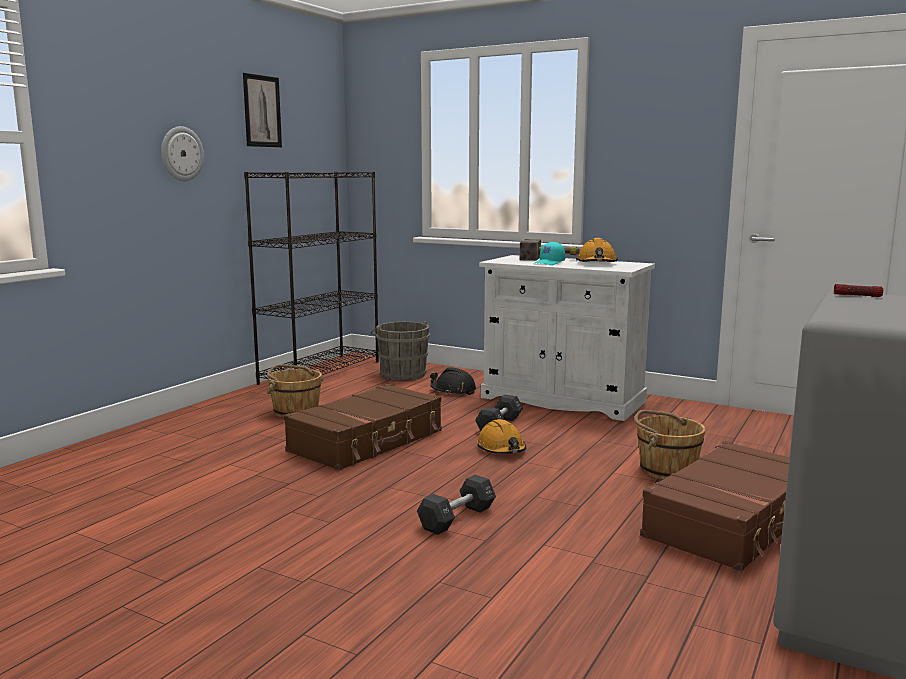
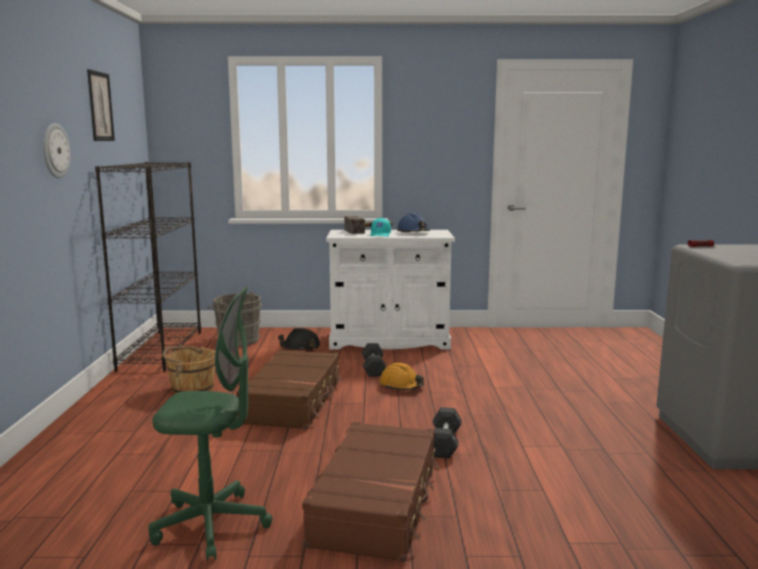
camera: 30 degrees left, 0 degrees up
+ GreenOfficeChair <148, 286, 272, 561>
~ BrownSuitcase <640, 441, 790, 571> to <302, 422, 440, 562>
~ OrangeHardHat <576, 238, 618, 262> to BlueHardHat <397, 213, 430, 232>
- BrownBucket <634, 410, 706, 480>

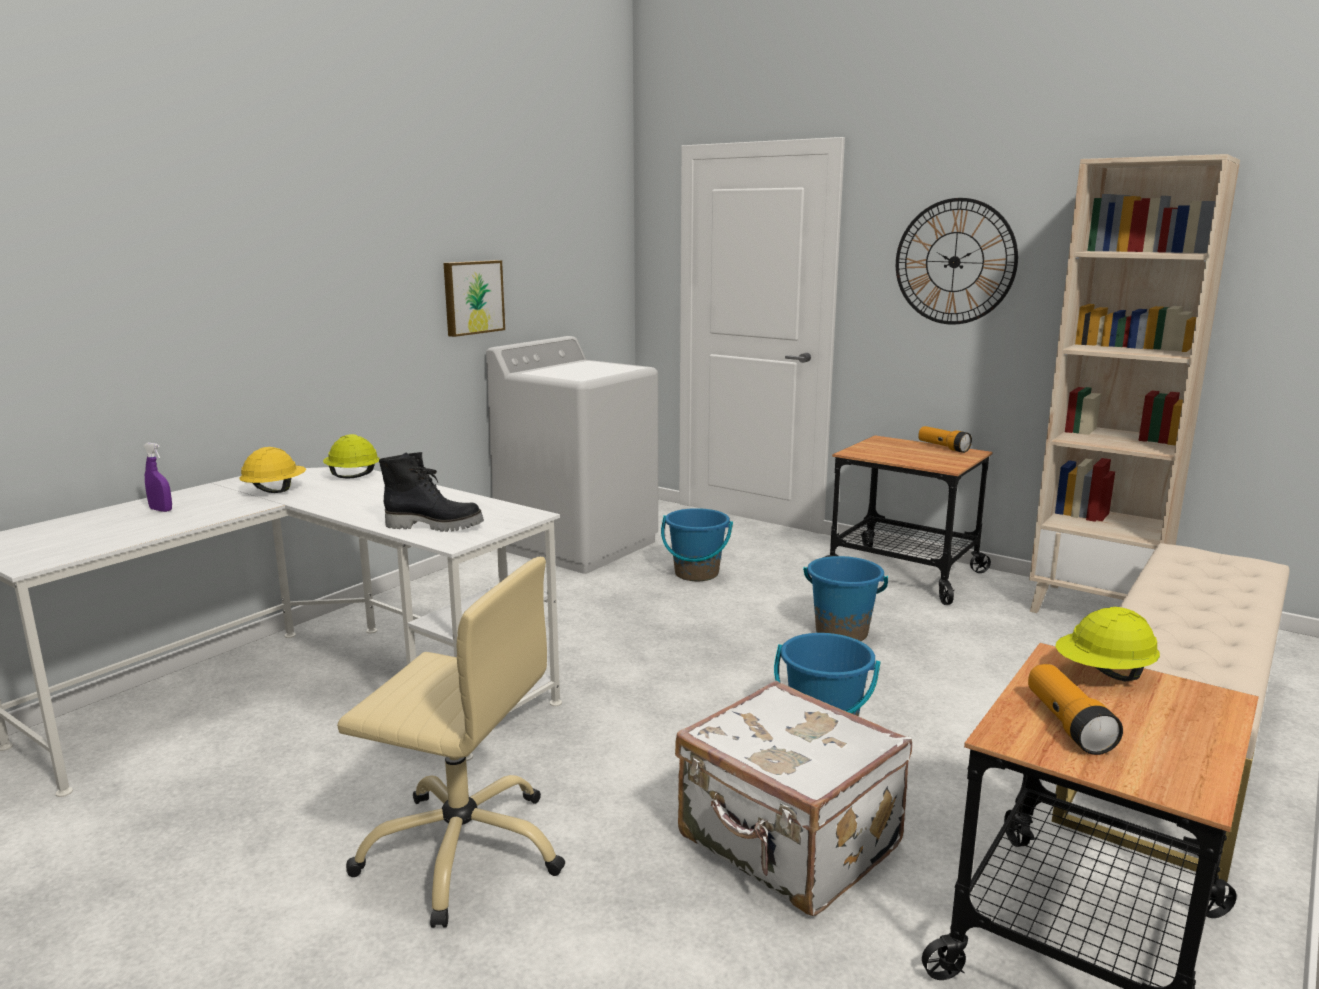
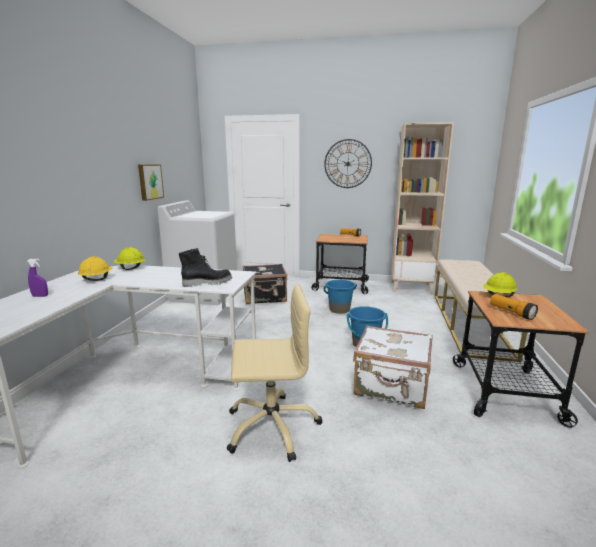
camera: 25 degrees left, 0 degrees up
~ BlueBucket <661, 508, 733, 581> to BlackSuitcase <243, 264, 287, 304>

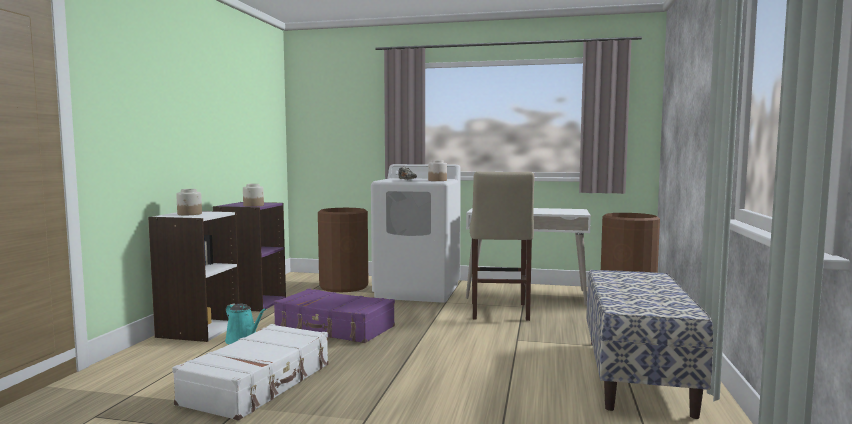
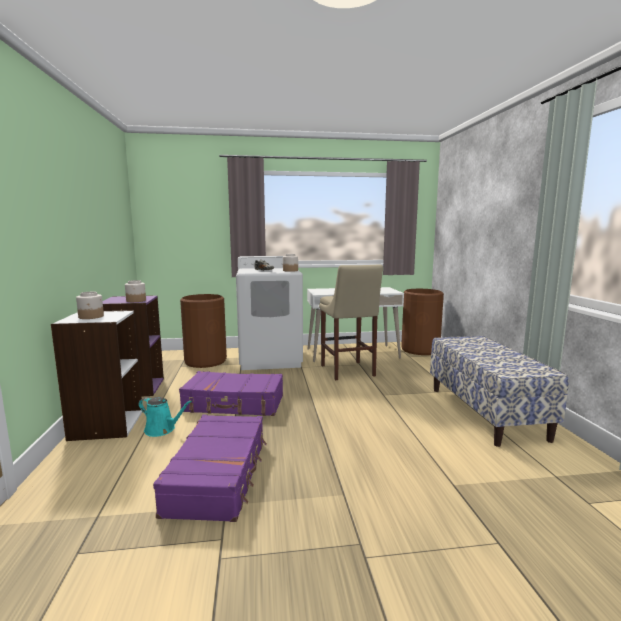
camera: 20 degrees left, 5 degrees up
~ WhiteSuitcase <172, 324, 329, 421> to PurpleSuitcase <153, 415, 267, 522>

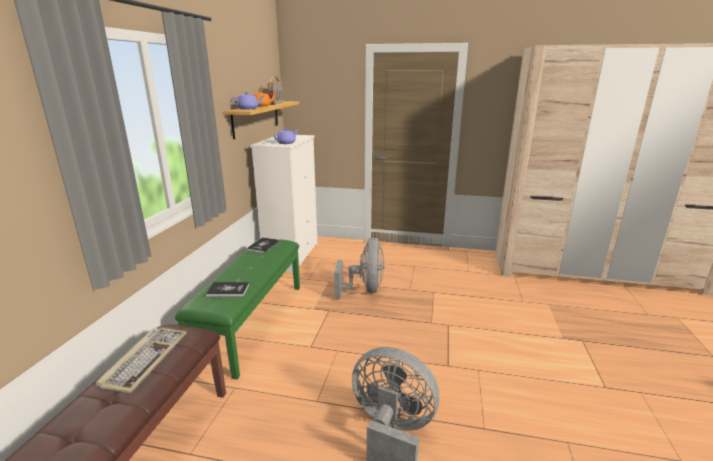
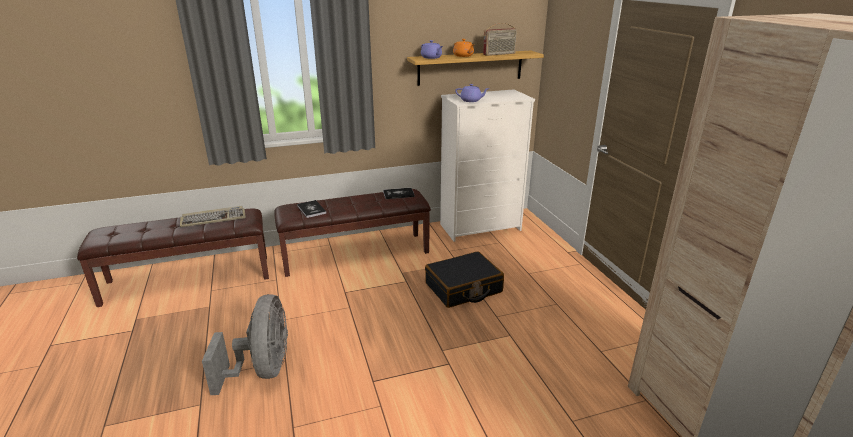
camera: 60 degrees right, 5 degrees up
~ GreenBench <175, 239, 300, 379> to BrownBench <274, 189, 431, 277>
~ GreyFan <334, 238, 385, 299> to BlackSuitcase <425, 251, 504, 308>

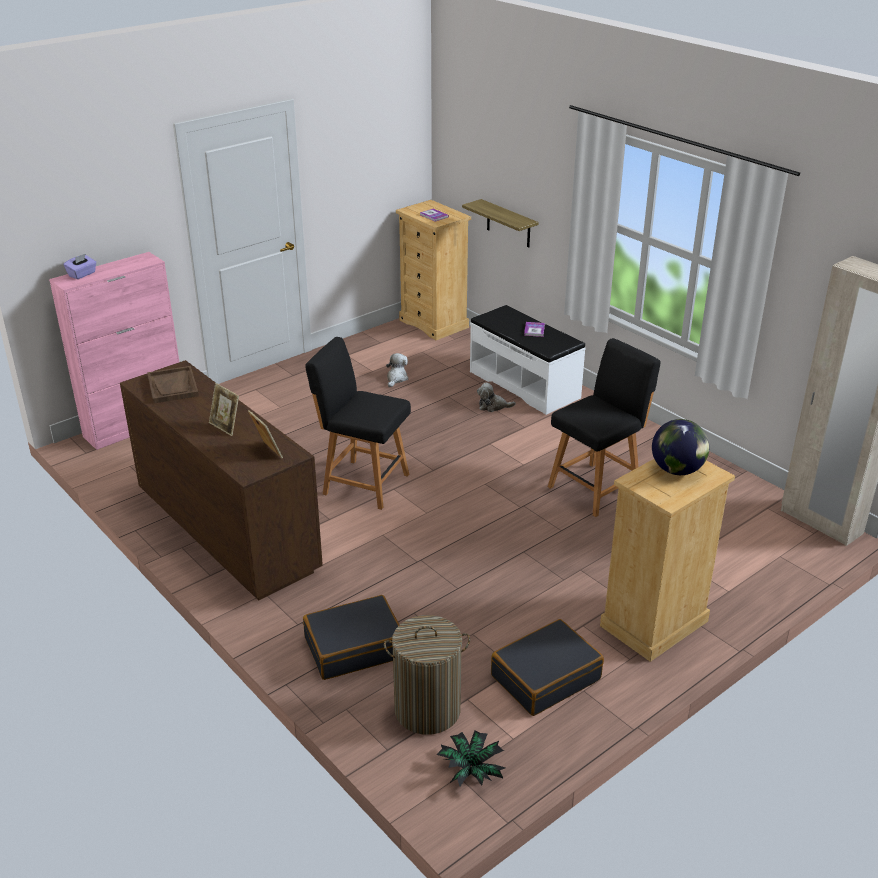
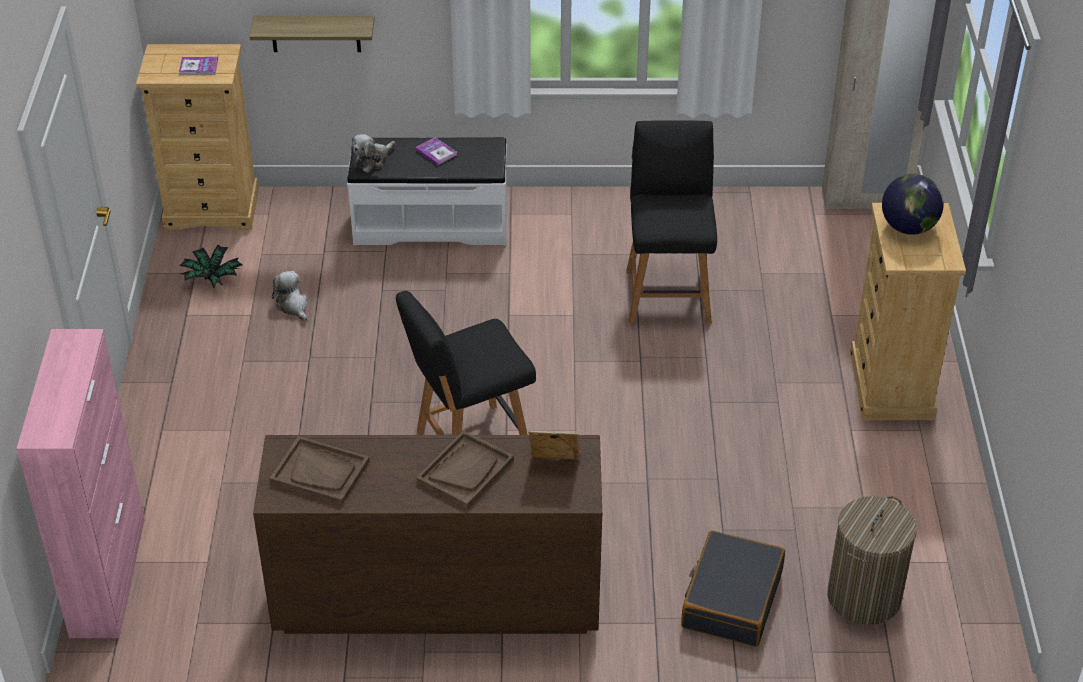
camera: 50 degrees left, 10 degrees up
~ PottedPlant <436, 731, 506, 787> to <180, 245, 242, 288>
~ PlushToy <477, 383, 516, 412> to <352, 134, 395, 173>
~ PictureFrame <209, 383, 239, 436> to BrownTray <416, 430, 514, 509>
- PurpleTissueBox <63, 254, 96, 279>
- BlackSuitcase <491, 619, 604, 716>

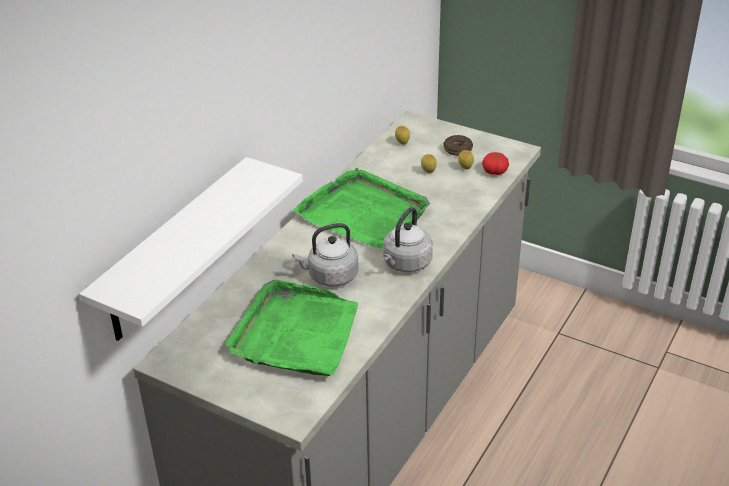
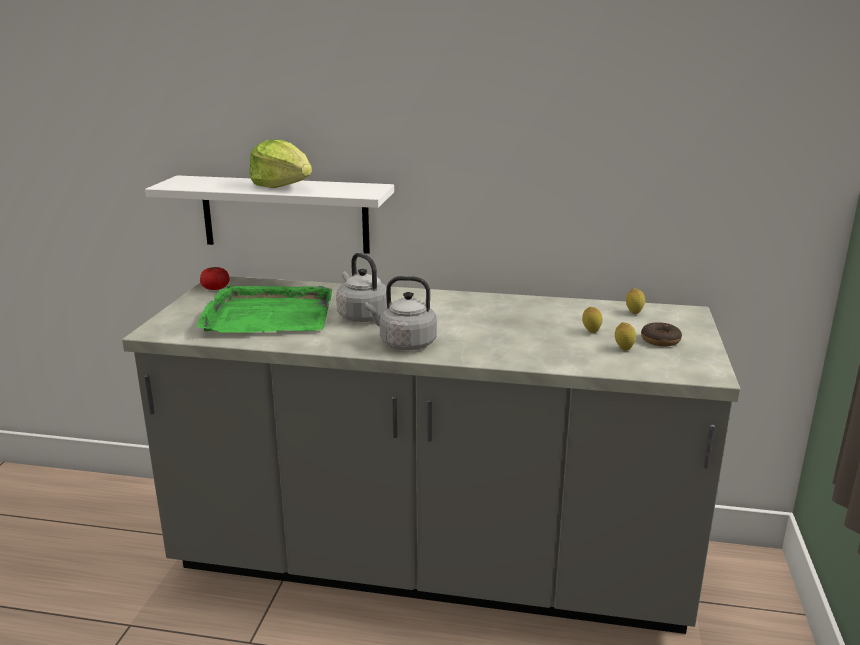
camera: 70 degrees right, 15 degrees down
~ Tomato <482, 152, 509, 175> to <200, 267, 230, 290>
+ Lettuce <250, 140, 312, 188>
- GreenTray <293, 168, 430, 249>

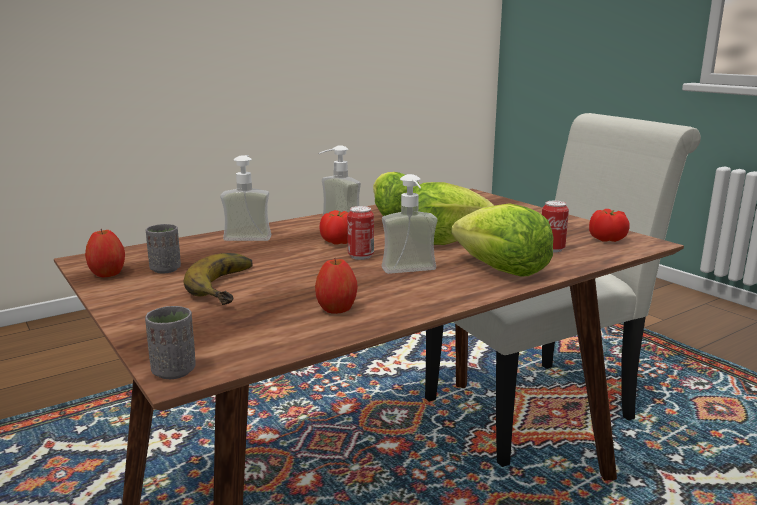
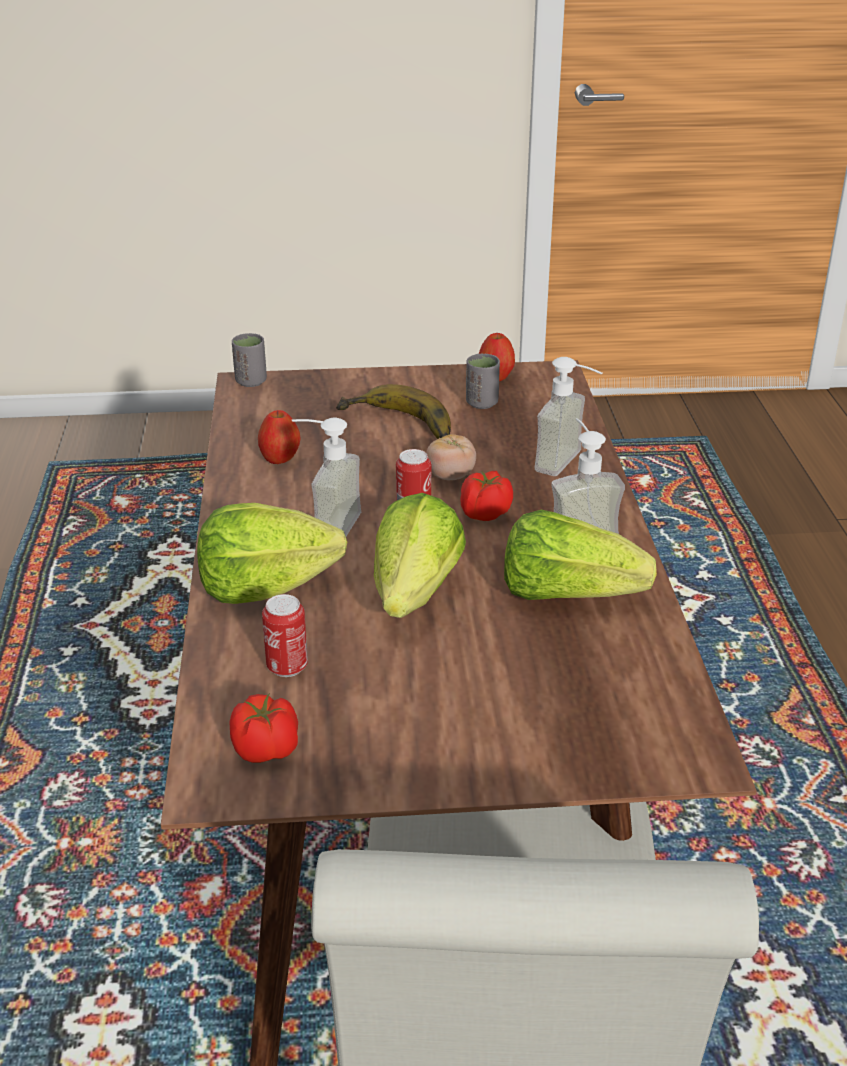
camera: 120 degrees right, 15 degrees up
+ Tomato <426, 434, 476, 481>

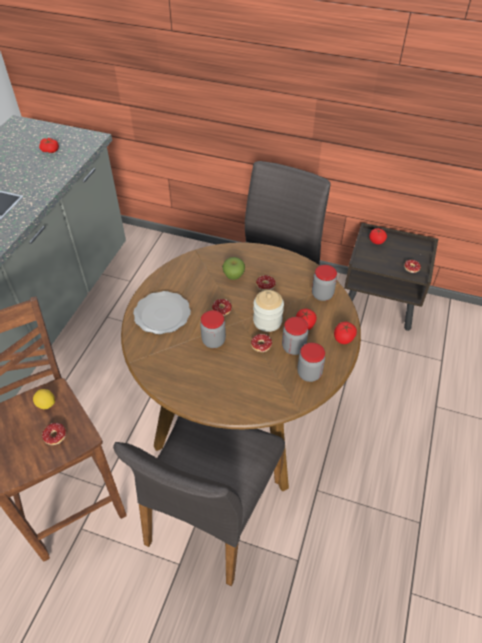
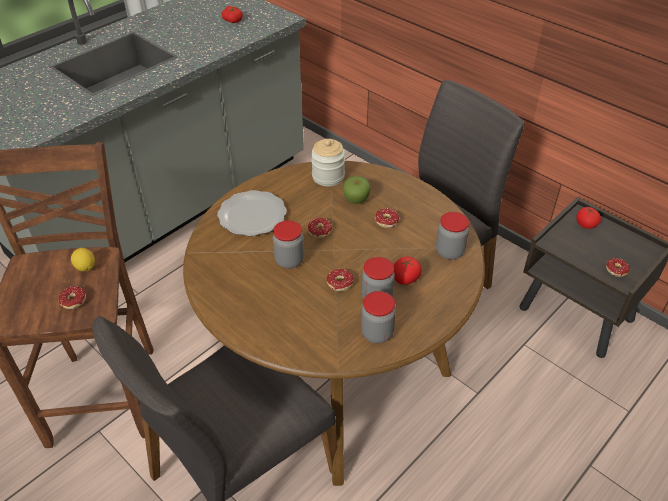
camera: 25 degrees right, 5 degrees down
~ Jar <253, 290, 284, 332> to <311, 139, 345, 186>
- Tomato <334, 322, 357, 344>

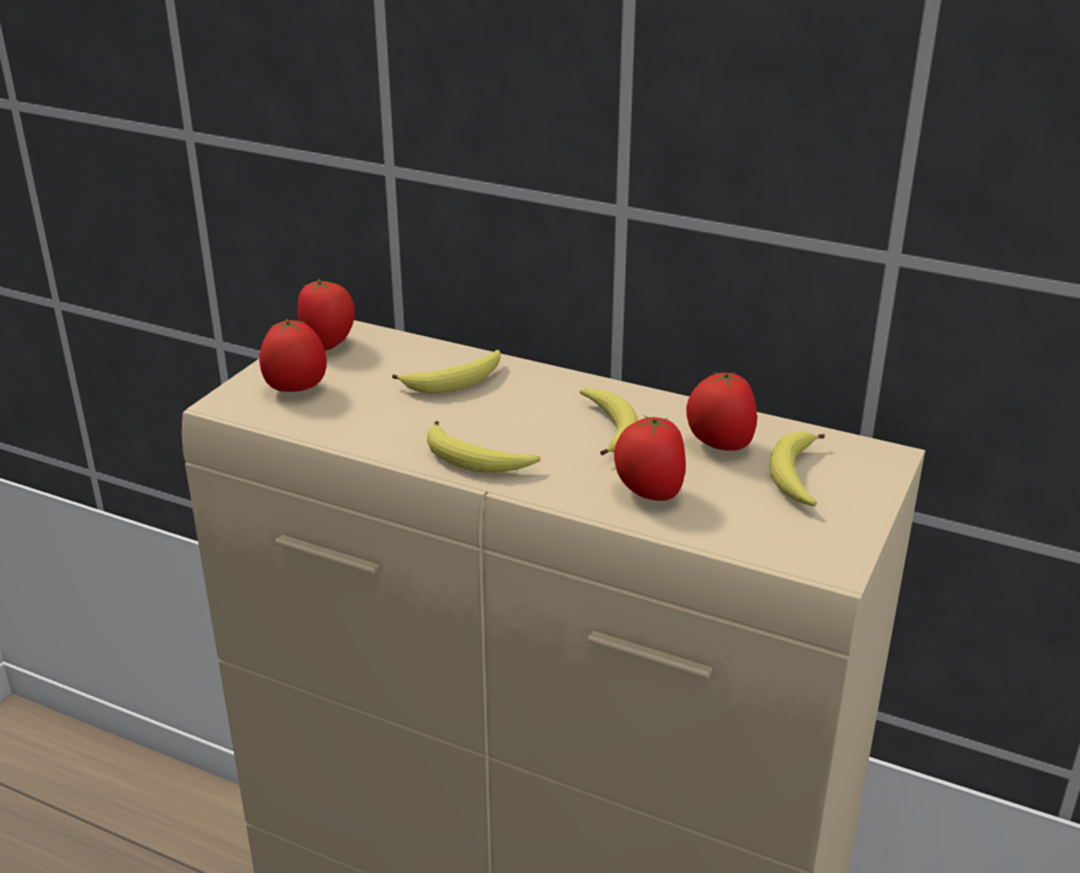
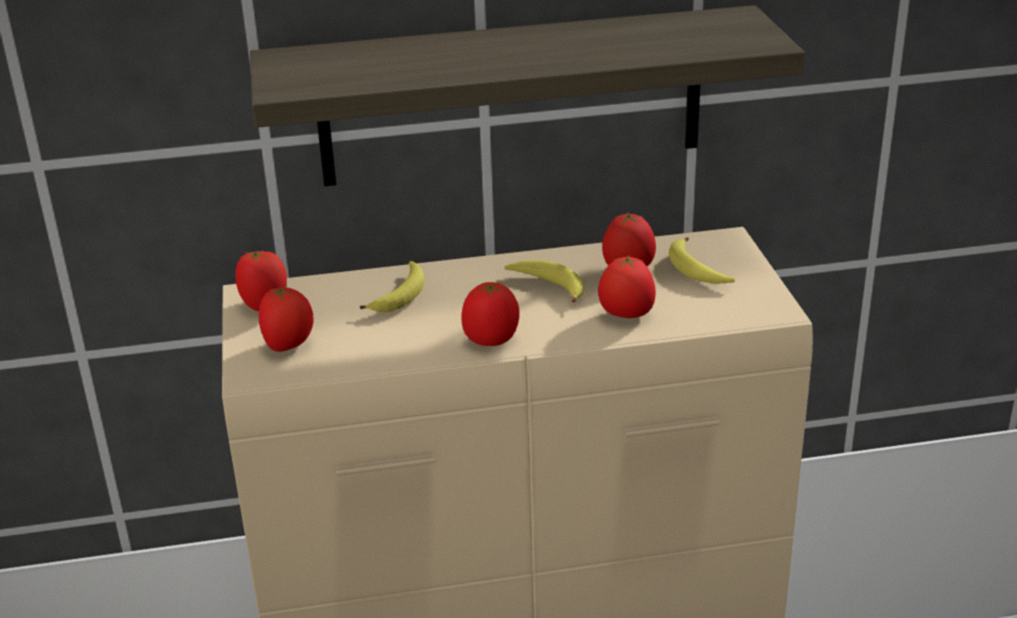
camera: 35 degrees left, 0 degrees up
+ Shelf <250, 5, 805, 186>
~ Banana <427, 421, 541, 472> to Tomato <461, 282, 519, 346>

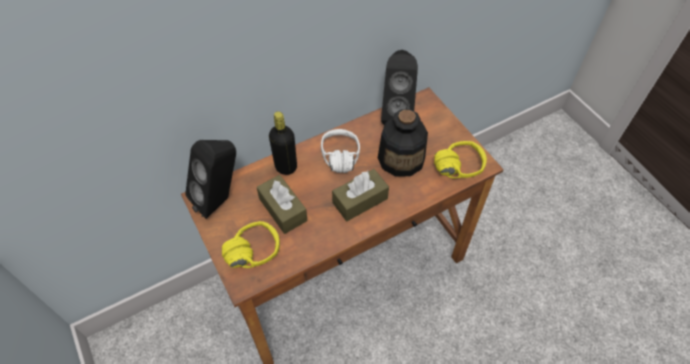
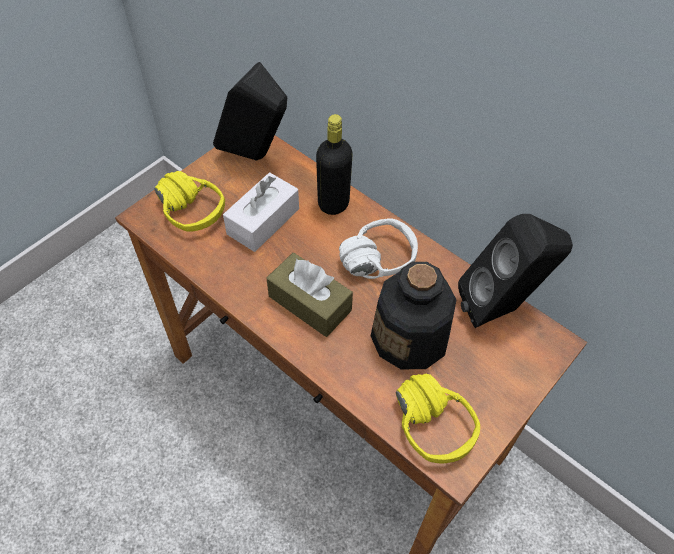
camera: 70 degrees right, 0 degrees up
~ BrownTissueBox <257, 175, 307, 234> to WhiteTissueBox <223, 172, 299, 252>

